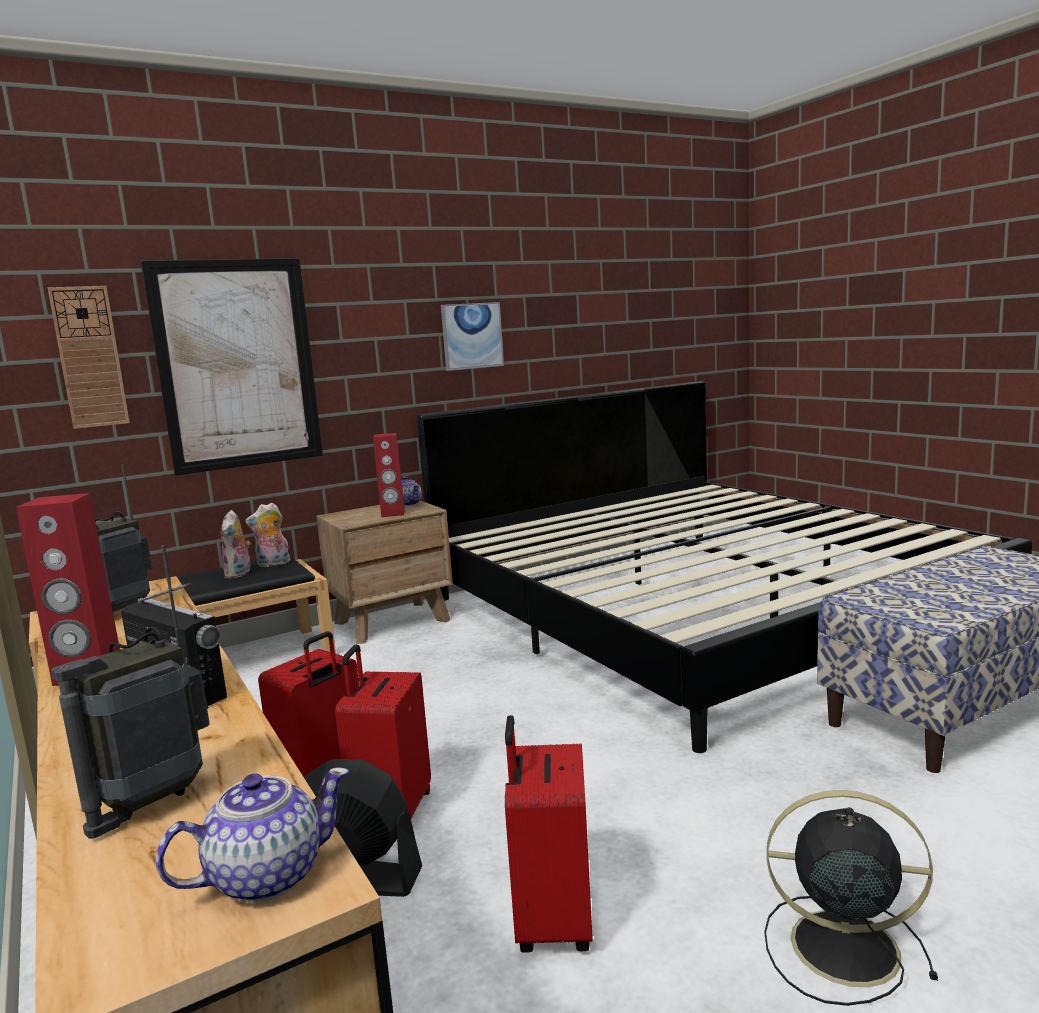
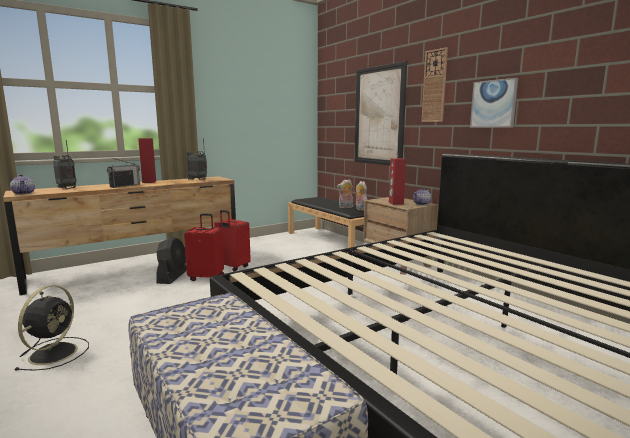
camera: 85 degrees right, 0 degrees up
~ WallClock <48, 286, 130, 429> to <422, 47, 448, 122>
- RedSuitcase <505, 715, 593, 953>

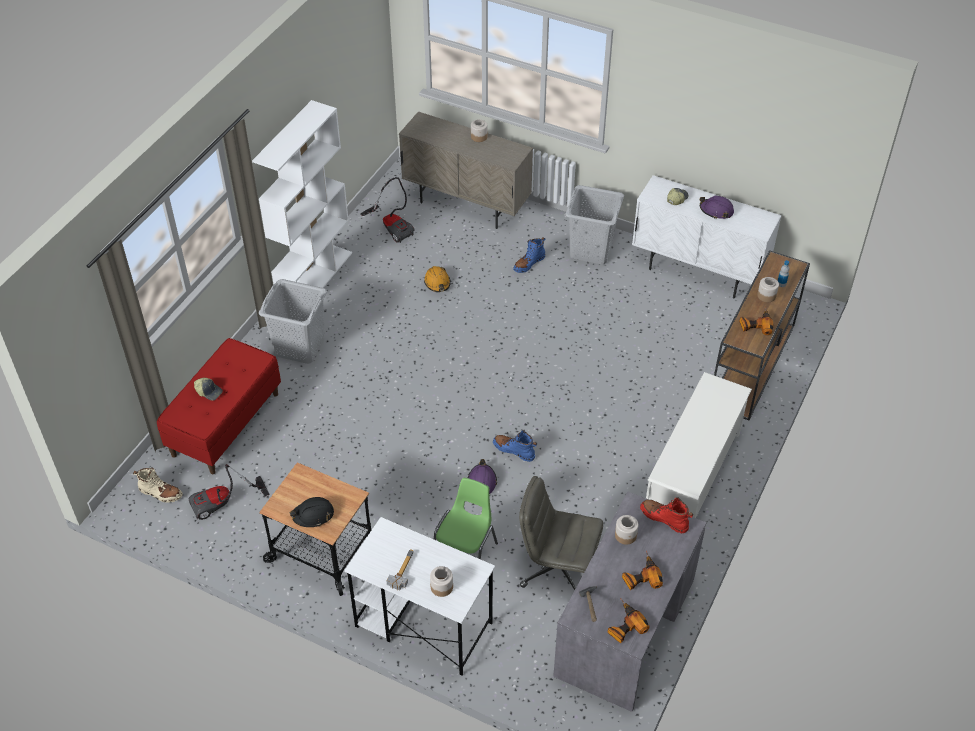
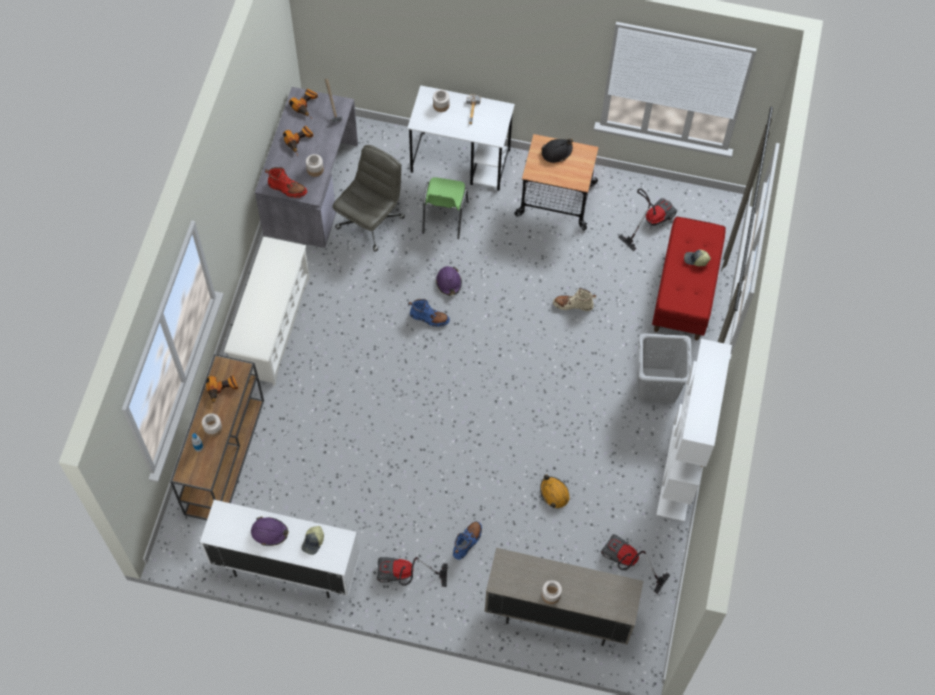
camera: 165 degrees right, 15 degrees up
~ GreyOfficeChair <519, 476, 603, 590> = <332, 145, 405, 252> 60 degrees counterclockwise
~ GreyLaundryBasket <566, 185, 624, 264> to VacuumCleaner <377, 557, 448, 587>
~ BeigeBoot <133, 468, 183, 503> to <553, 288, 596, 311>

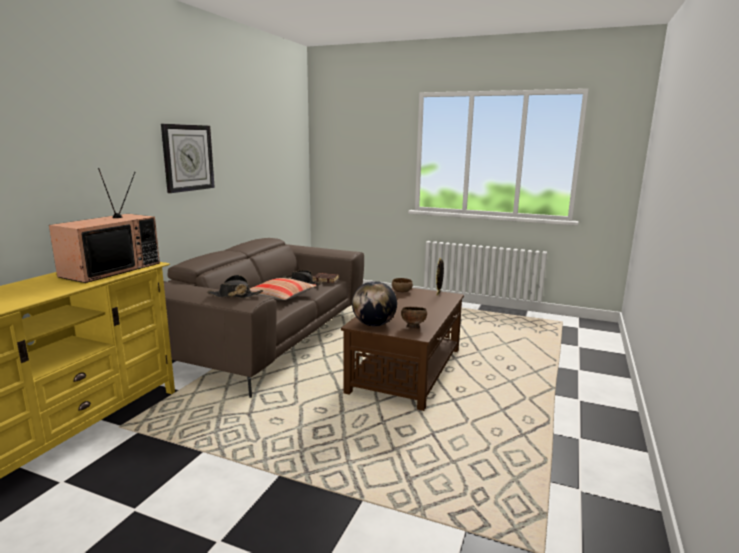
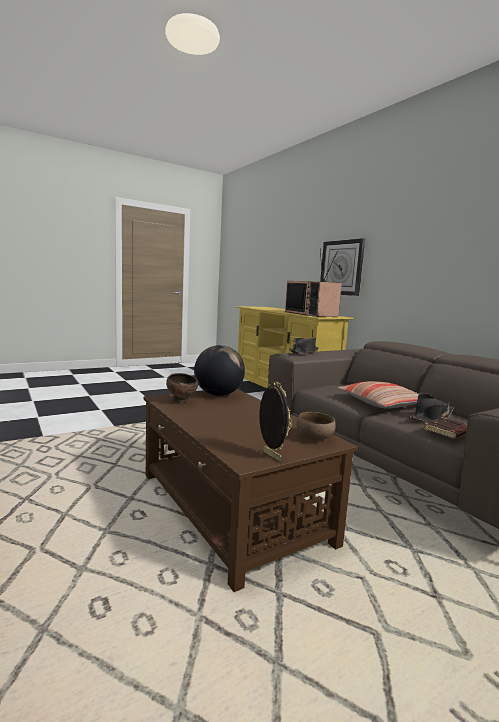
camera: 125 degrees right, 5 degrees down
~ WallClock <161, 124, 215, 193> to <320, 238, 365, 296>

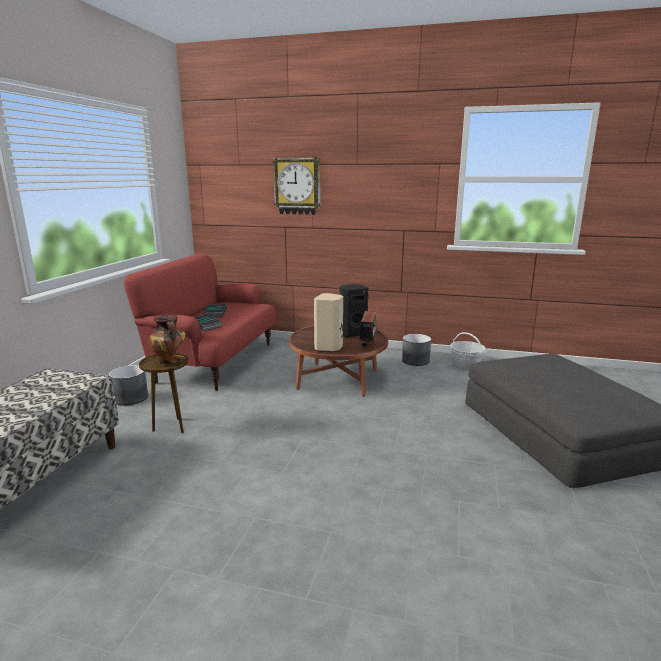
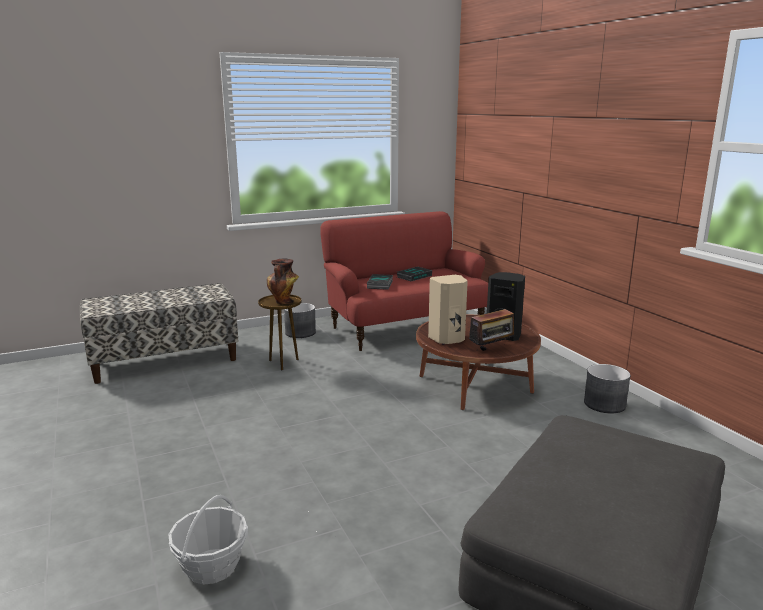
camera: 50 degrees right, 0 degrees up
~ Basket <450, 332, 486, 370> to <168, 495, 248, 584>
- WallClock <272, 157, 321, 215>

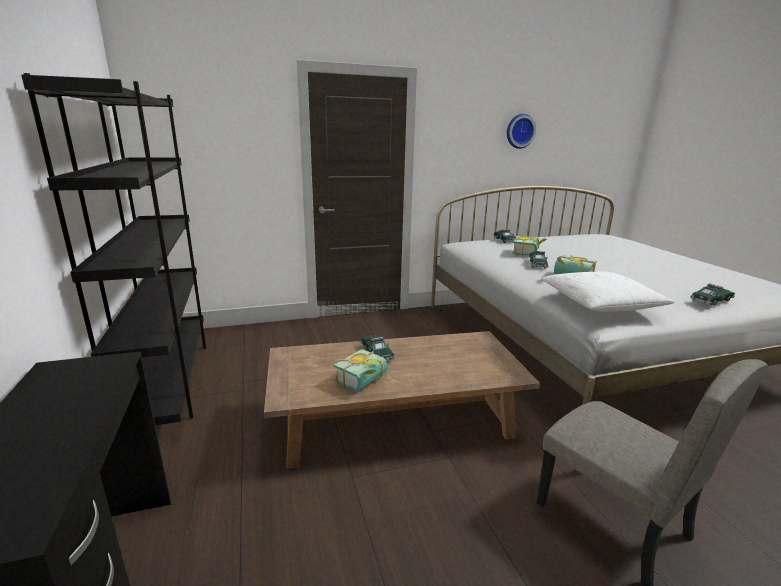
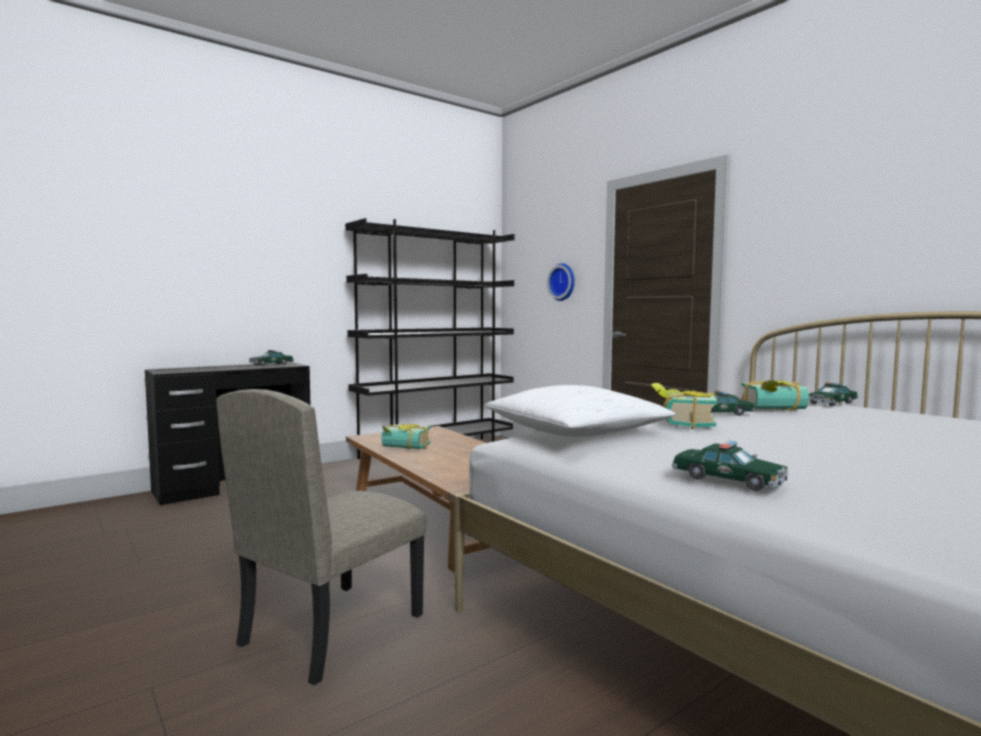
camera: 70 degrees right, 15 degrees down
~ ToyCar <361, 335, 395, 361> to <249, 350, 294, 366>
~ WallClock <507, 114, 536, 149> to <547, 263, 575, 301>

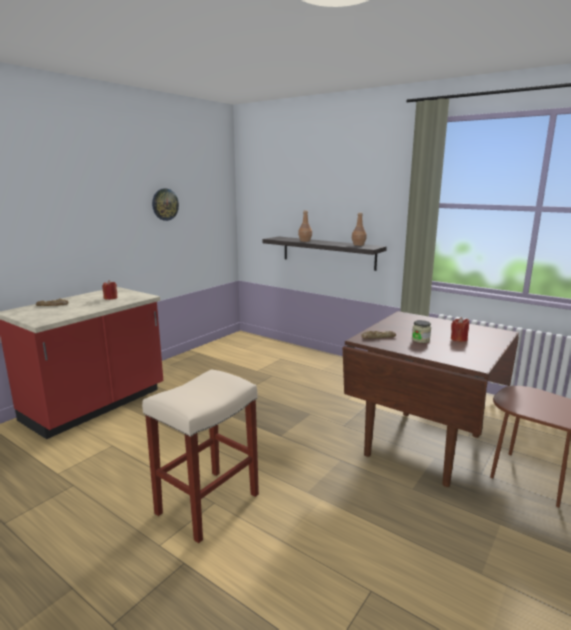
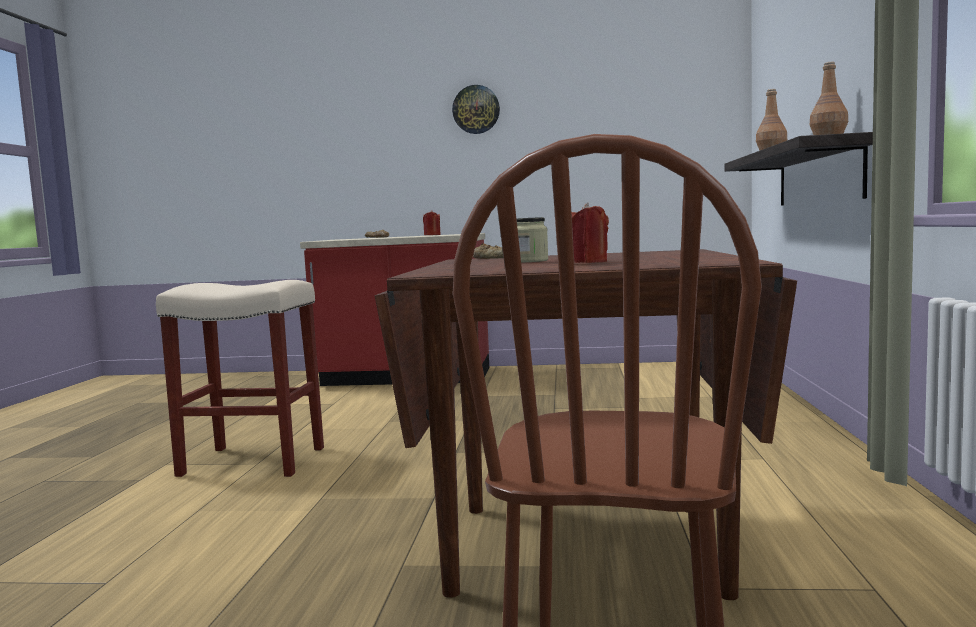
camera: 60 degrees right, 10 degrees down
~ WallClock <152, 189, 179, 221> to <452, 85, 500, 134>

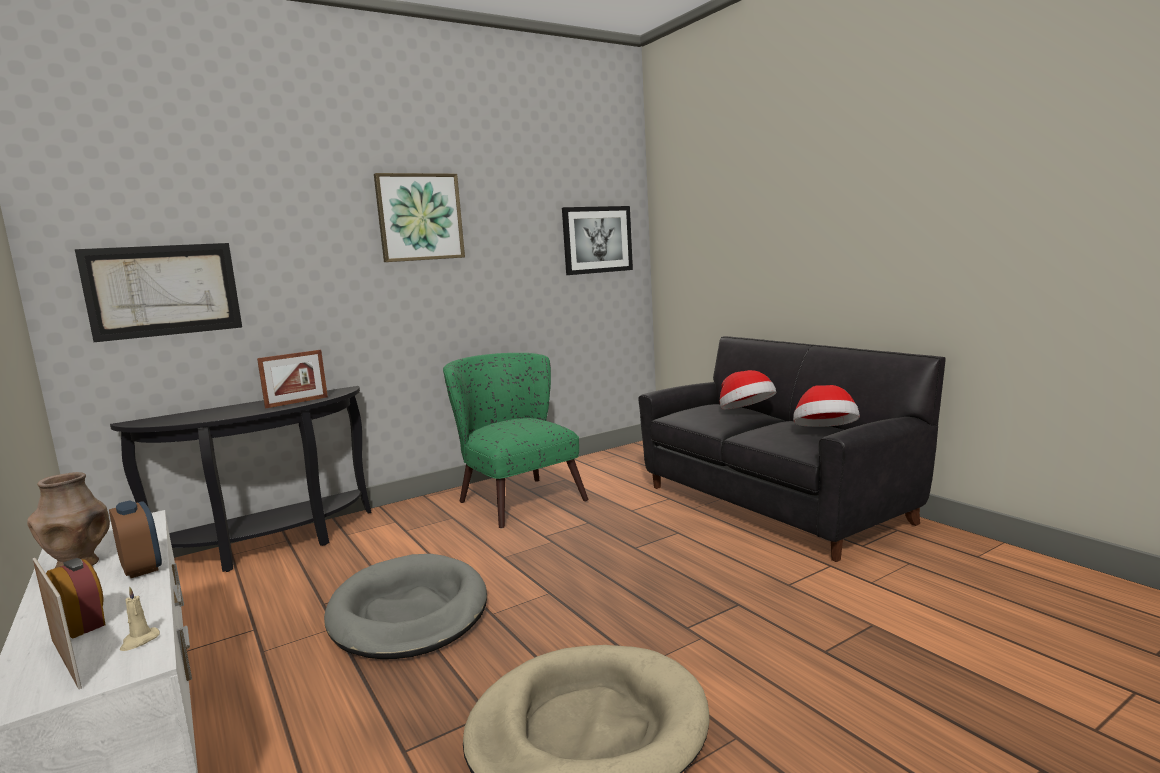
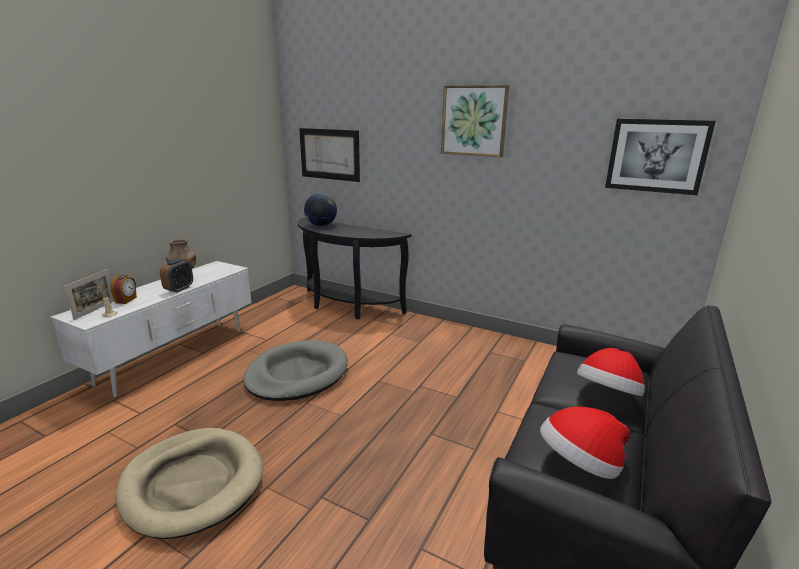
camera: 60 degrees right, 10 degrees up
+ Globe <304, 193, 337, 226>
- PictureFrame <257, 350, 328, 408>
- GreenArmchair <443, 353, 588, 528>

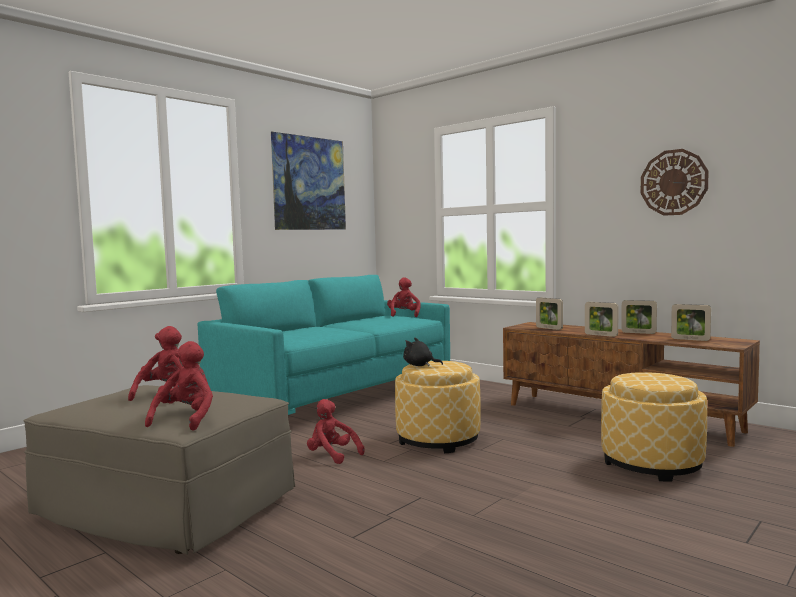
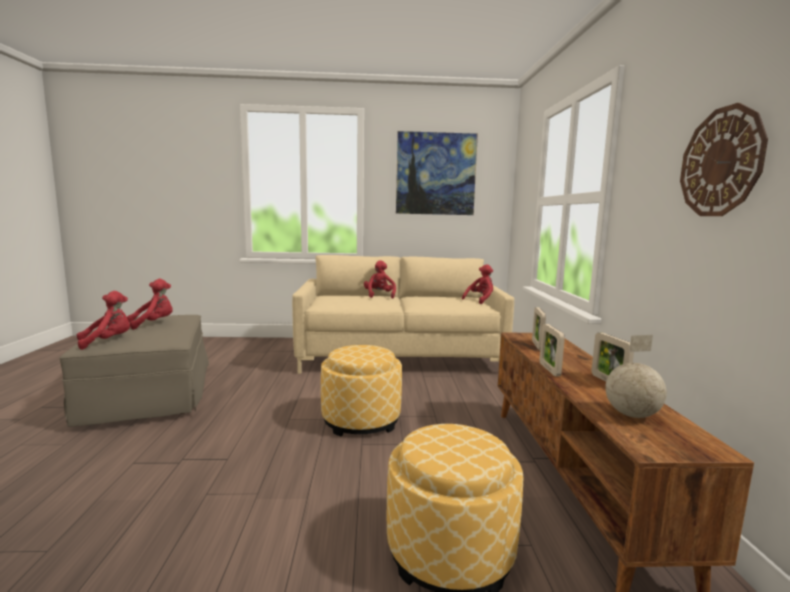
camera: 45 degrees right, 5 degrees up
~ TurquoiseSofa <197, 275, 450, 415> to BeigeSofa <292, 255, 514, 374>
~ RedPlushToy <307, 399, 365, 464> to <364, 260, 396, 299>
~ PictureFrame <671, 304, 711, 341> to Globe <605, 335, 667, 418>
- BlackPlushToy <403, 338, 443, 366>

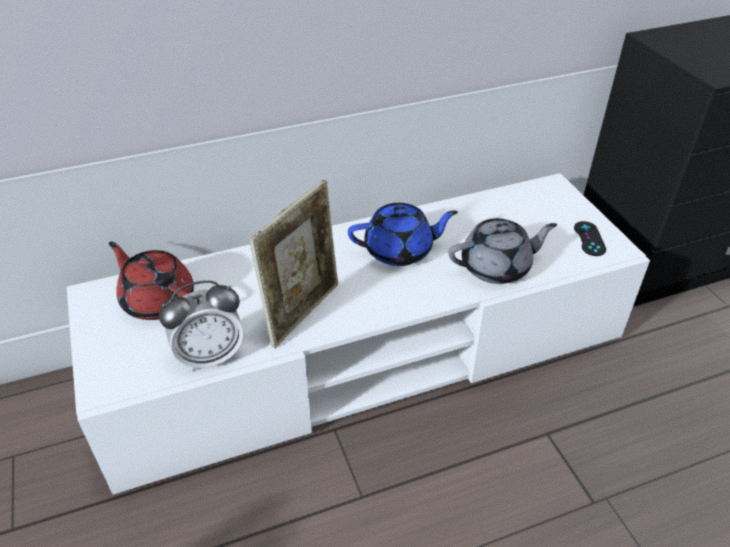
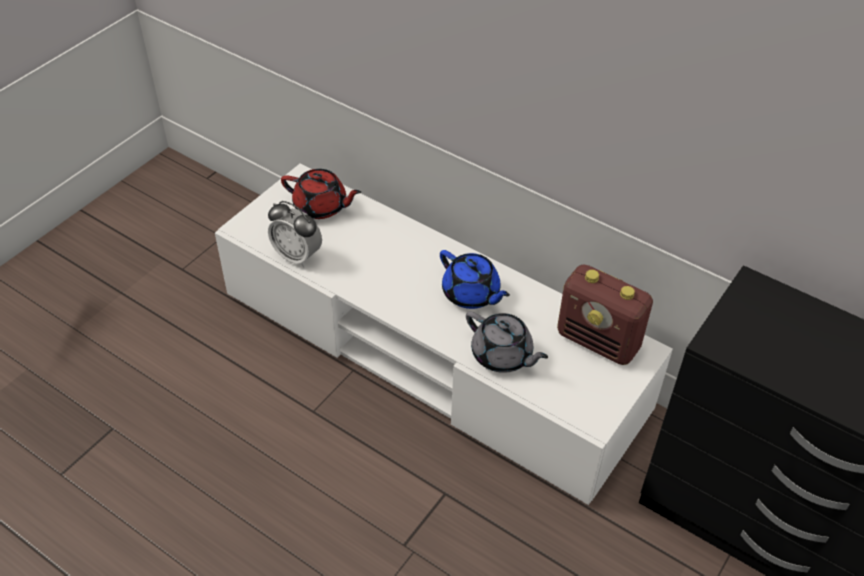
camera: 55 degrees right, 5 degrees up
~ RedTeapot <109, 242, 194, 320> = <281, 169, 361, 219> 105 degrees clockwise
+ Radio <557, 264, 653, 365>
- PictureFrame <249, 180, 338, 348>
- BlackGameController <574, 221, 606, 256>

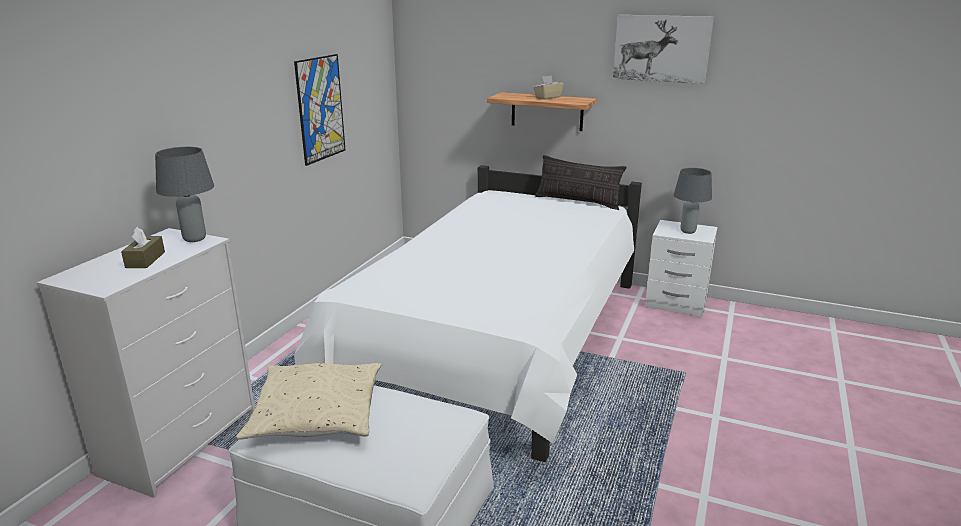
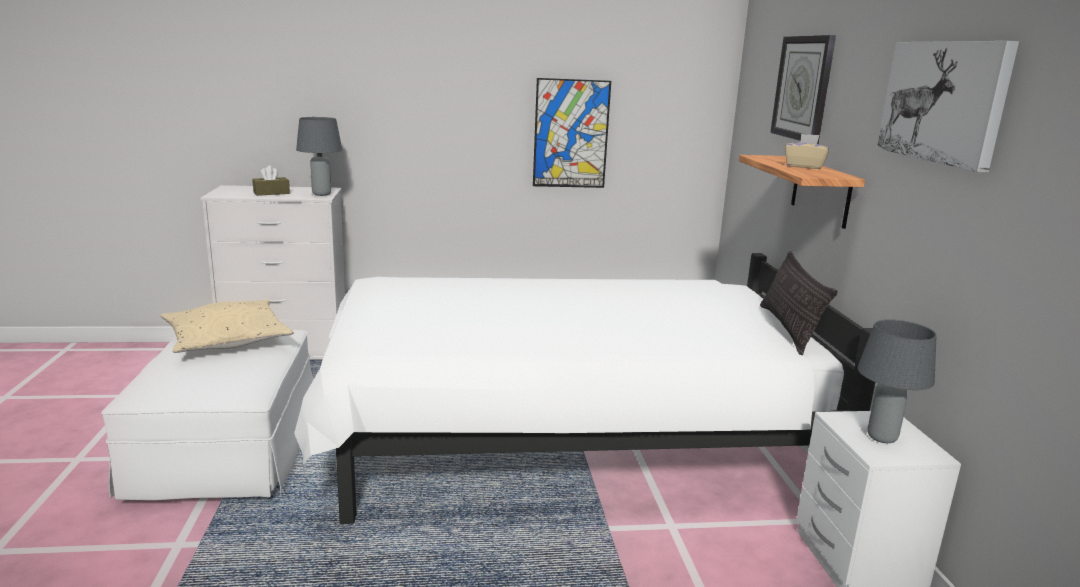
camera: 60 degrees right, 5 degrees down
+ WallClock <770, 35, 836, 144>

